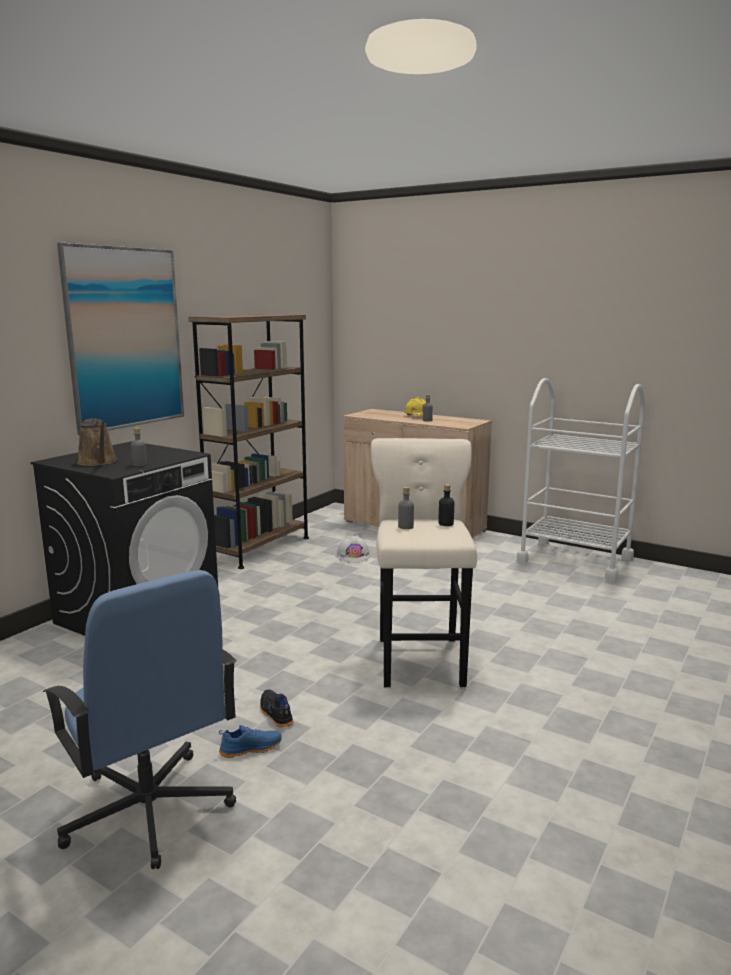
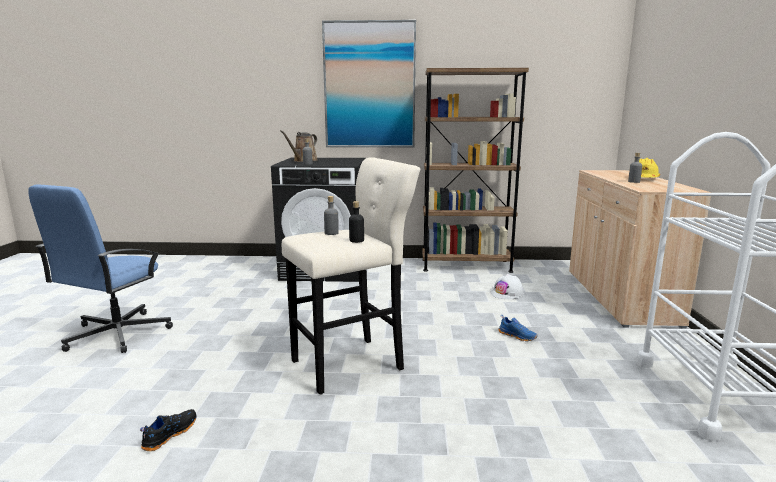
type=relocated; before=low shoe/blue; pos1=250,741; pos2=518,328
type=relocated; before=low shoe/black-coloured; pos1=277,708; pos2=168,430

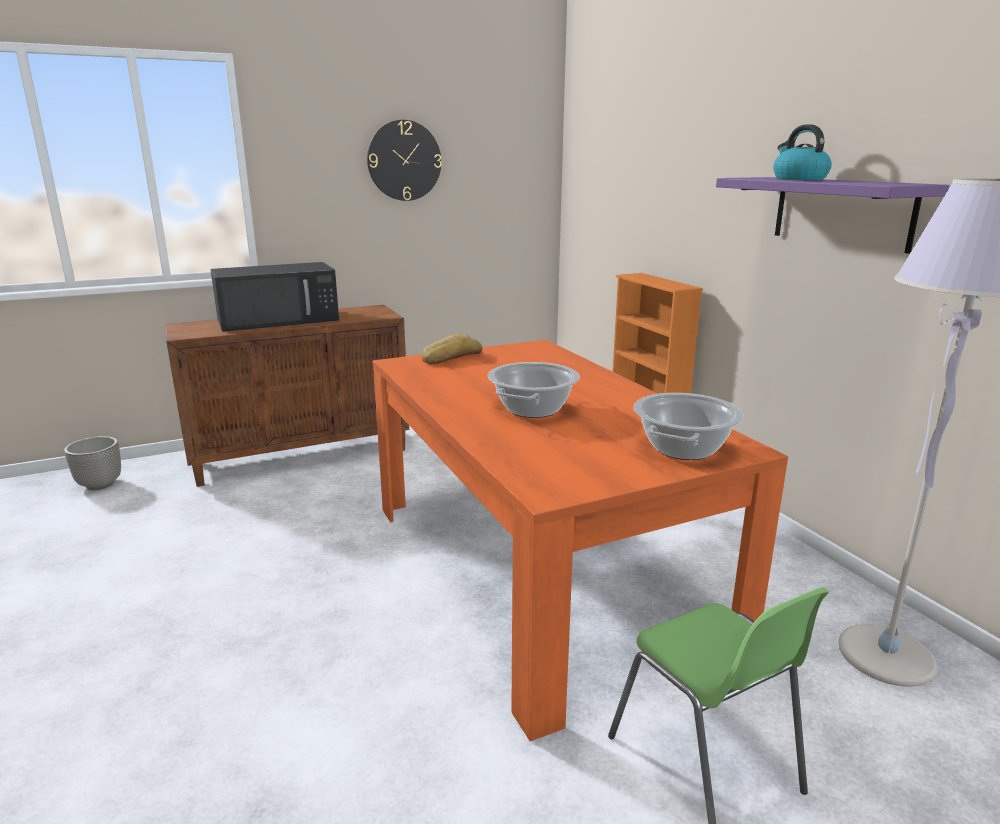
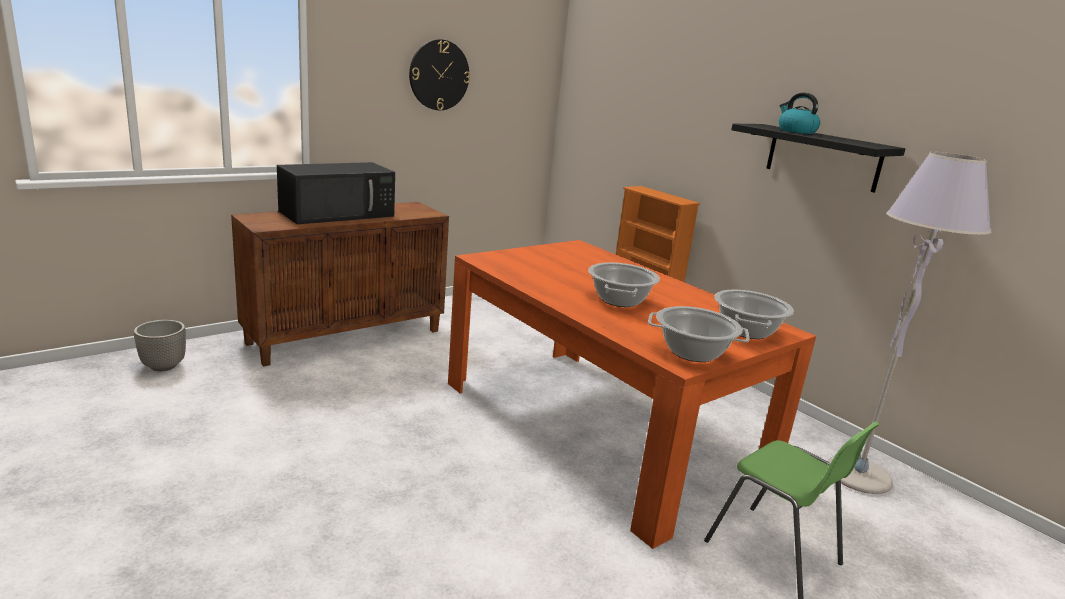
type=missing; before=bakery bread; pos1=452,349
type=appeared; after=cooking pot; pos2=698,334
type=colour; before=wall shelf/purple-coloured; after=wall shelf/black-coloured; pos1=832,215; pos2=818,158

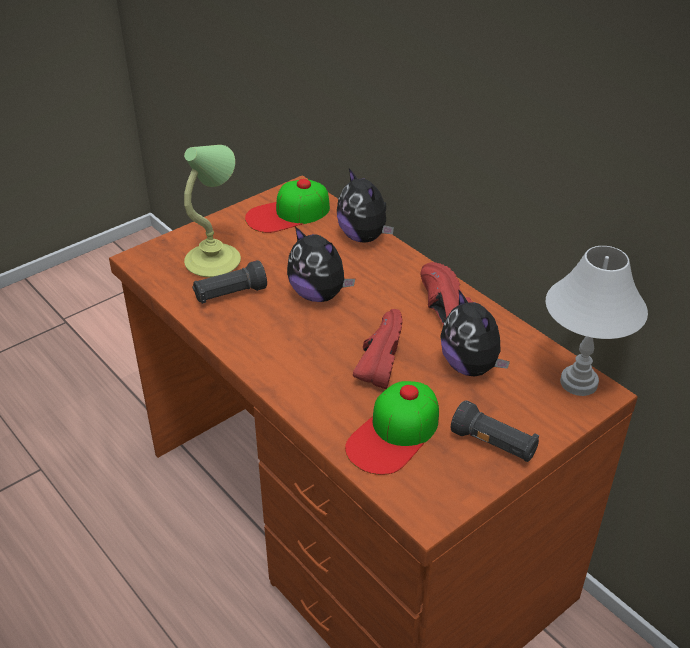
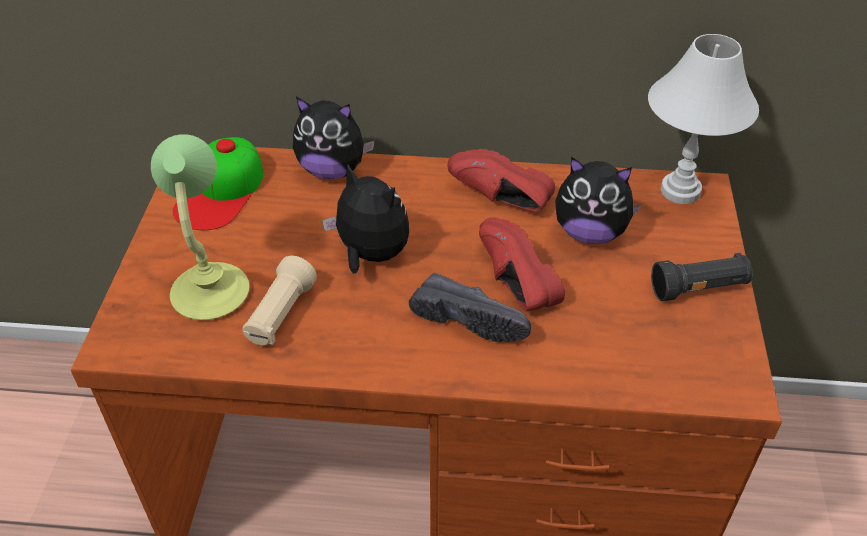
type=missing; before=baseball cap; pos1=392,428
type=appeared; after=low shoe/black-coloured; pos2=470,307
type=colour; before=hand torch/black-coloured; after=hand torch/beige-coloured; pos1=229,282; pos2=279,301
type=spun; before=plush toy; pos1=321,264; pos2=365,219; turn=-135

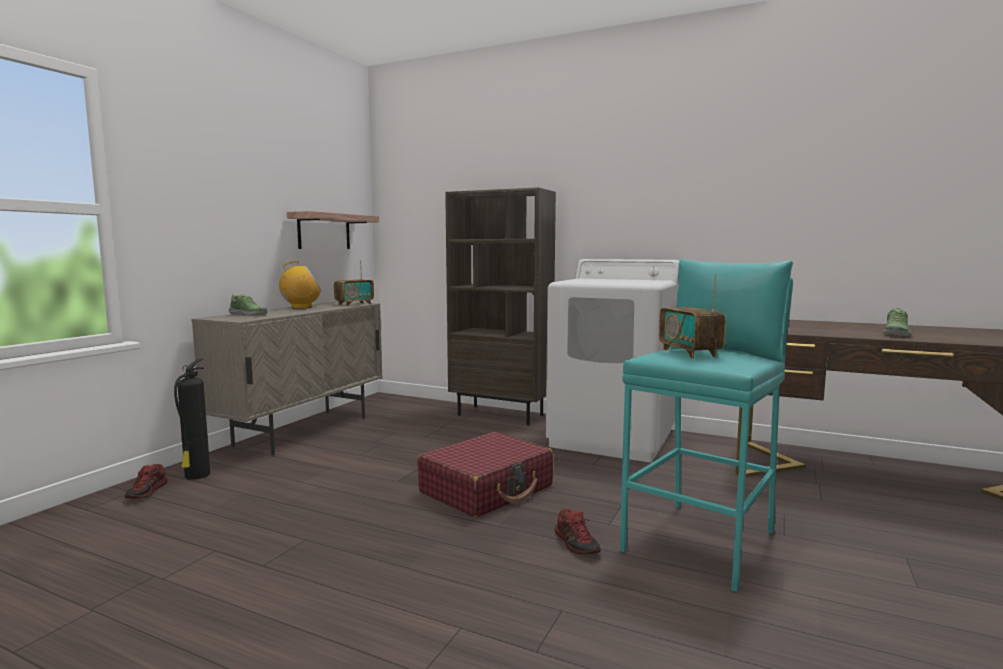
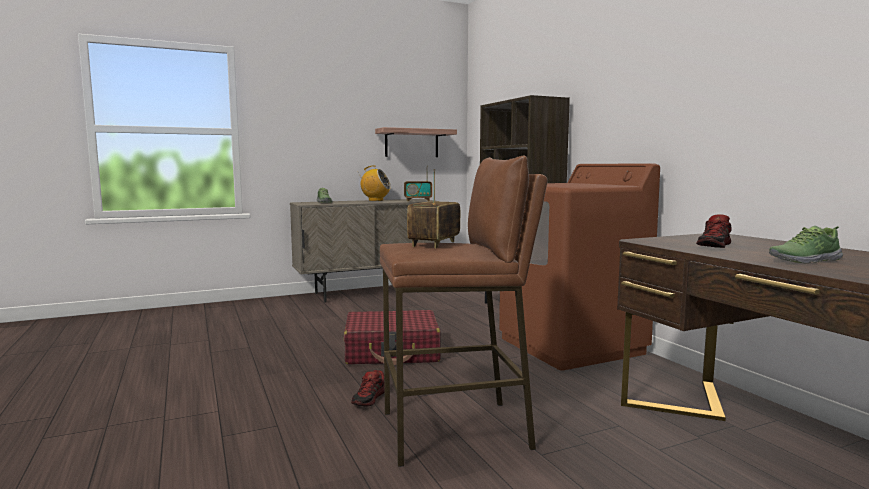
type=missing; before=fire-fighting cylinder; pos1=192,419
type=relocated; before=low shoe; pos1=146,481; pos2=714,231
type=colour; before=laundry appliance/whitish; after=laundry appliance/brownish; pos1=613,360; pos2=579,266
type=colour; before=sitting stool/blue-green; after=sitting stool/brownish; pos1=706,426; pos2=464,311

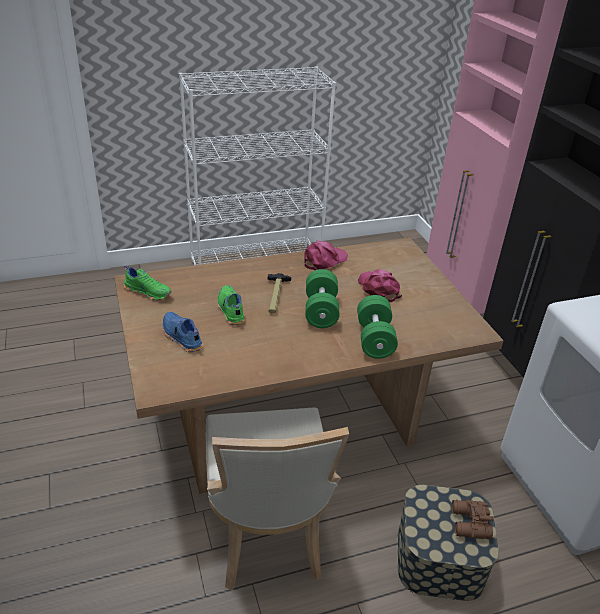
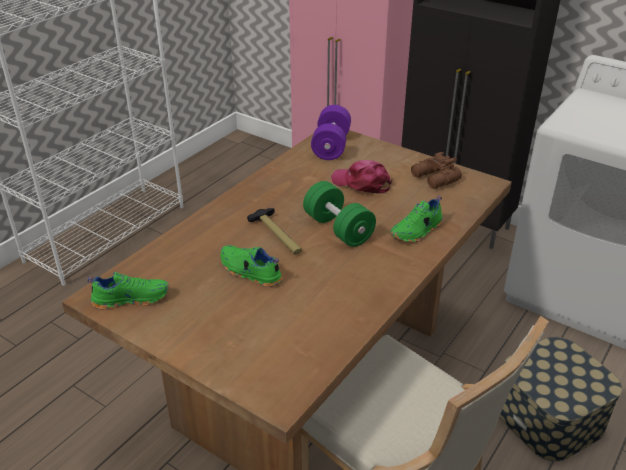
type=missing; before=low shoe/blue; pos1=183,332
type=missing; before=baseball cap/pink; pos1=326,255
type=appeared; after=free weight/purple-coloured; pos2=331,132
type=relocated; before=pair of binoculars/brownish; pos1=473,518; pos2=436,170
type=exchanged; before=free weight/green; after=low shoe/green; pos1=377,327; pos2=416,219

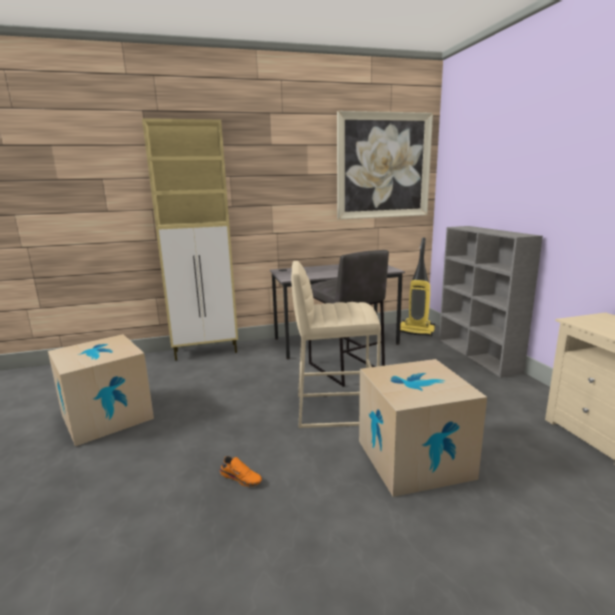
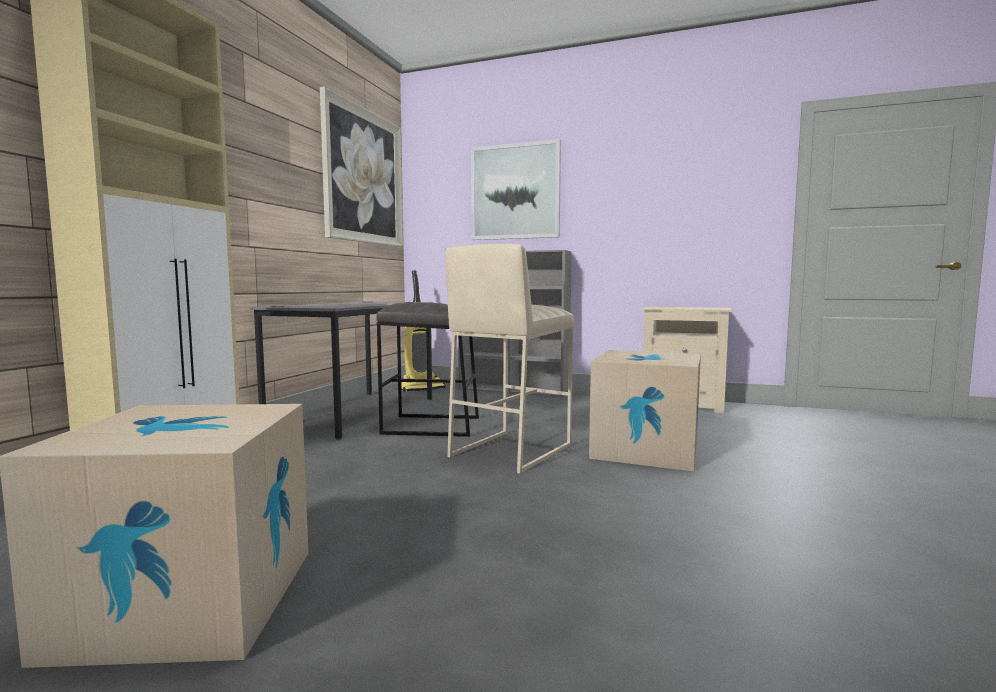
type=missing; before=low shoe/orange-coloured; pos1=241,471
type=appeared; after=wall picture; pos2=516,189

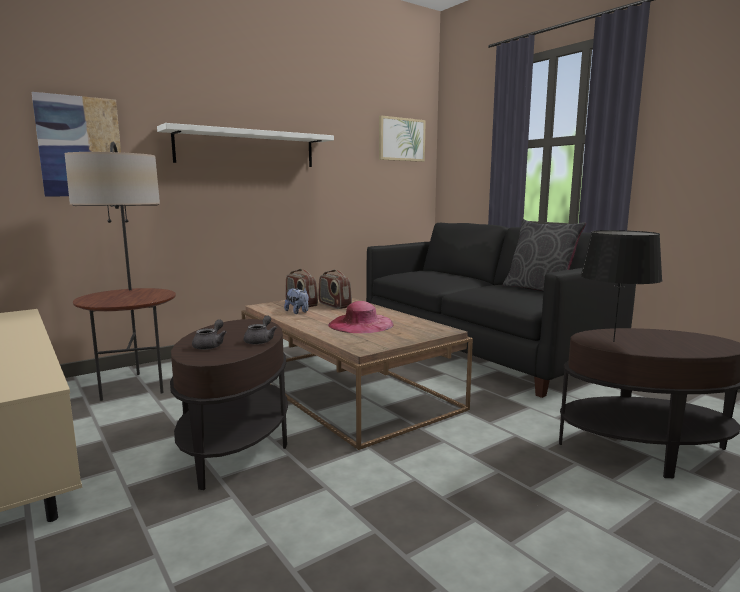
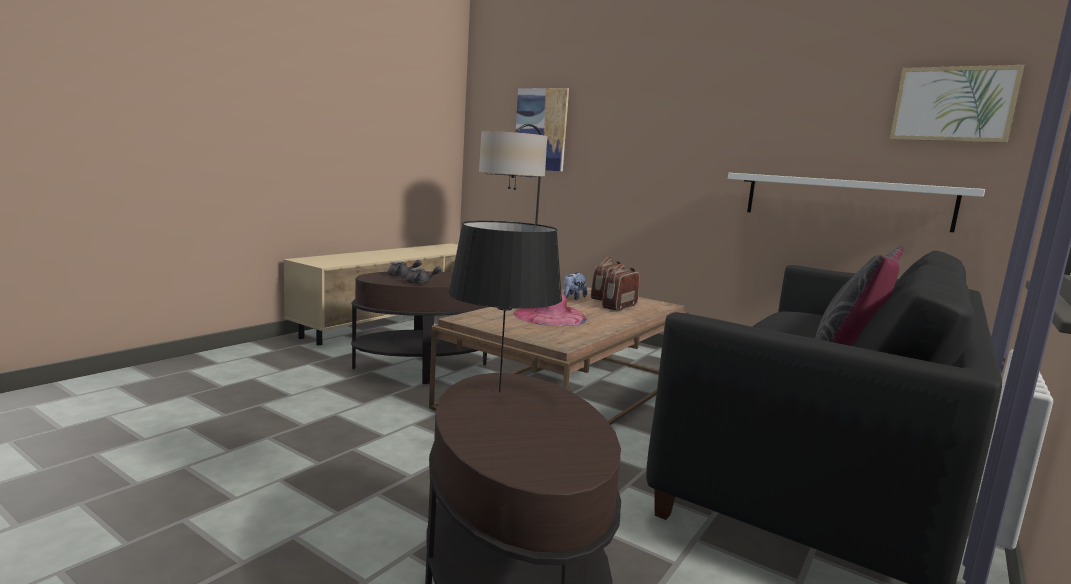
type=relocated; before=wall shelf/whitish; pos1=245,145; pos2=856,202

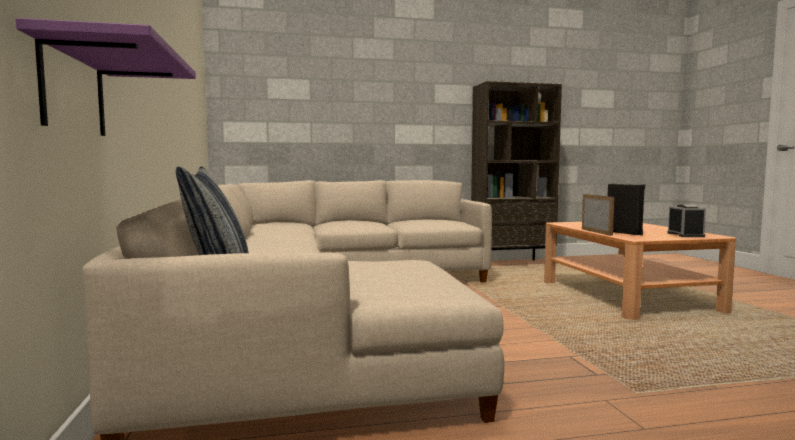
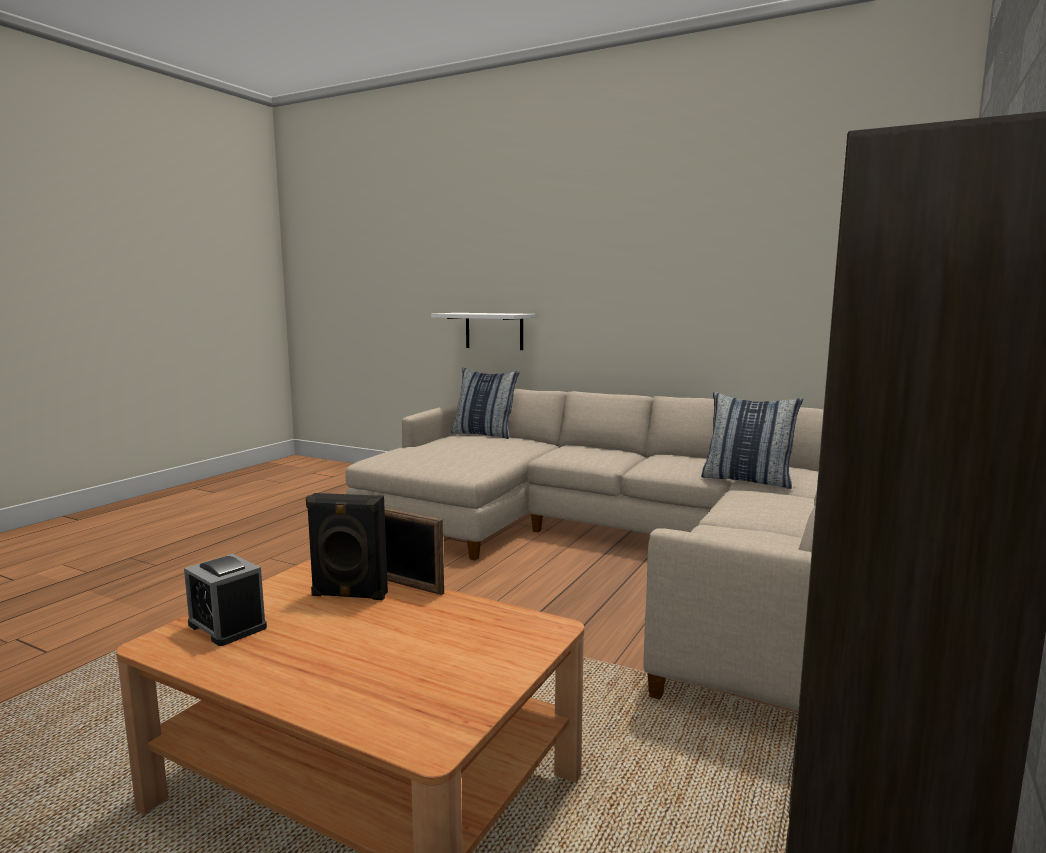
type=appeared; after=cushion; pos2=752,440
type=colour; before=wall shelf/purple-coloured; after=wall shelf/whitish; pos1=106,77; pos2=483,331

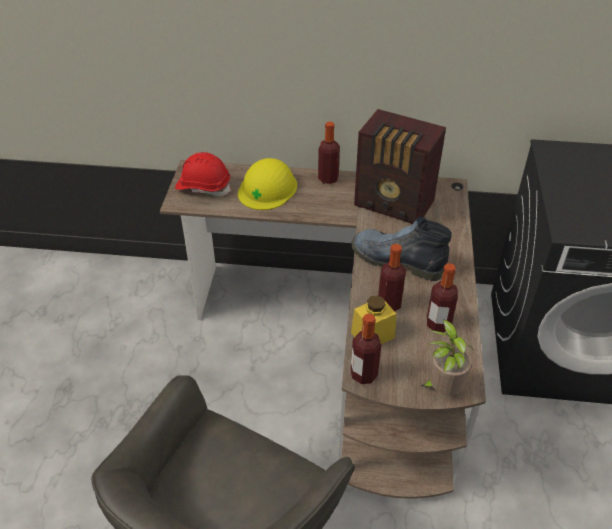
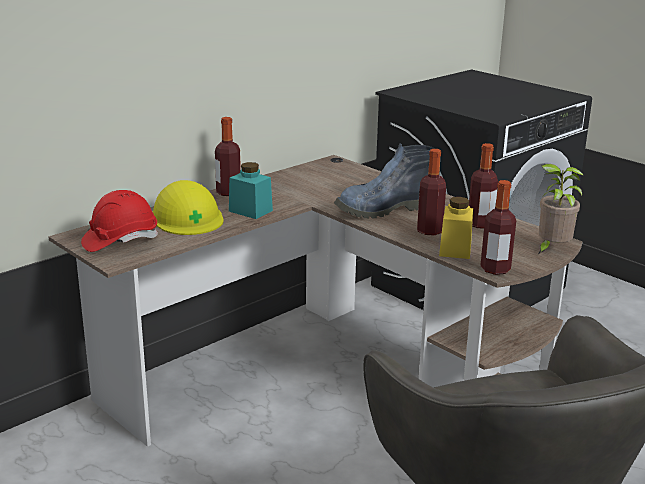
type=missing; before=radio set; pos1=400,166
type=appeared; after=storage jar/blue-green; pos2=251,190

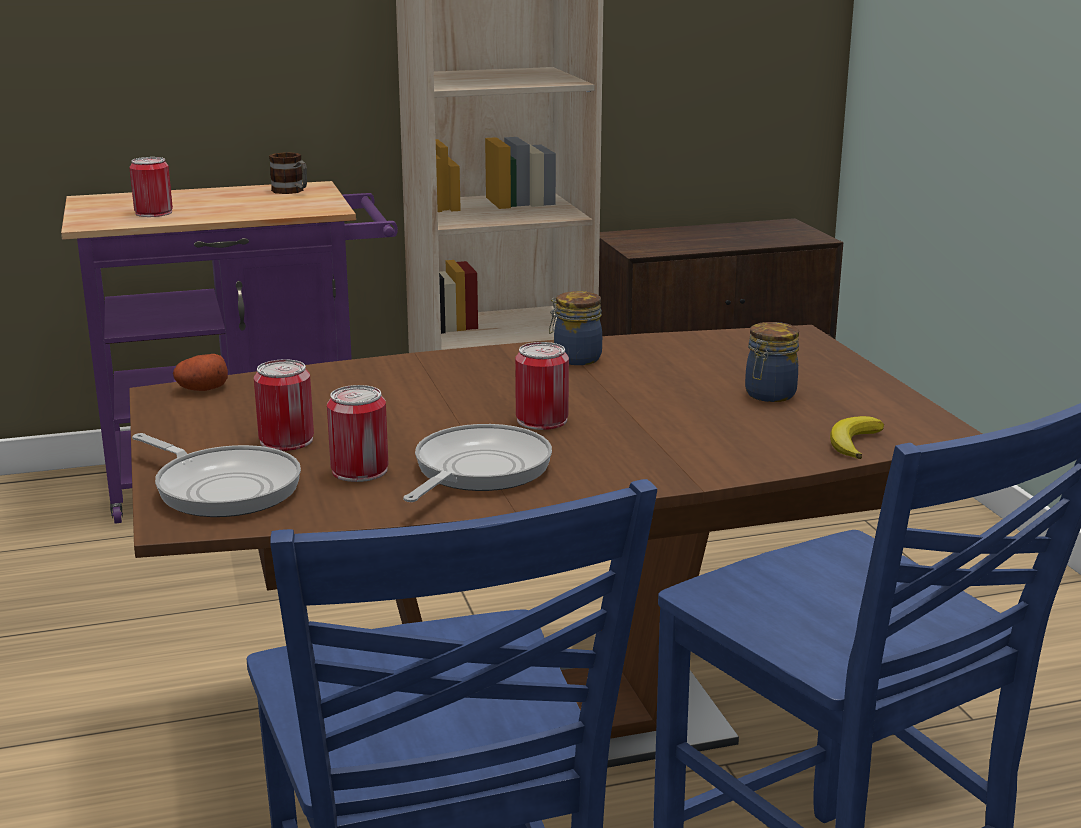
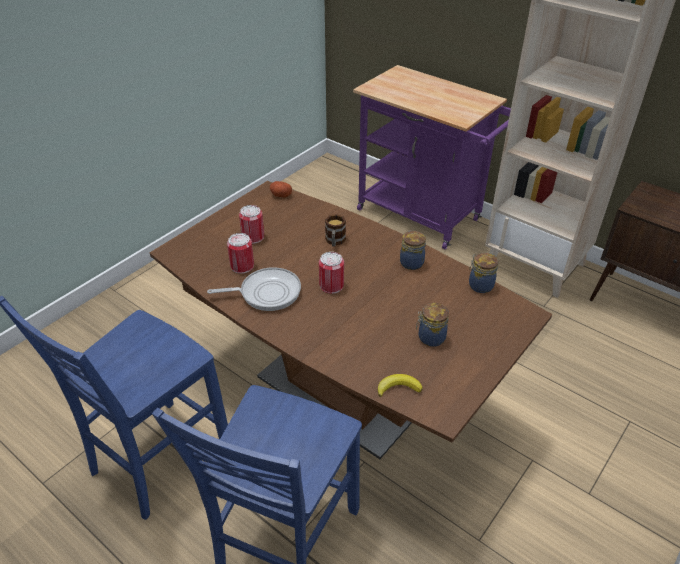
type=missing; before=metal can; pos1=151,187
type=missing; before=frying pan; pos1=216,475
type=appeared; after=storage jar; pos2=483,273
type=relocated; before=mug; pos1=288,173; pos2=335,230

